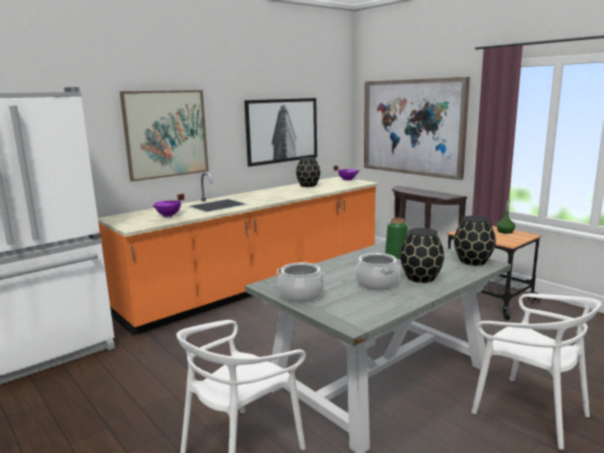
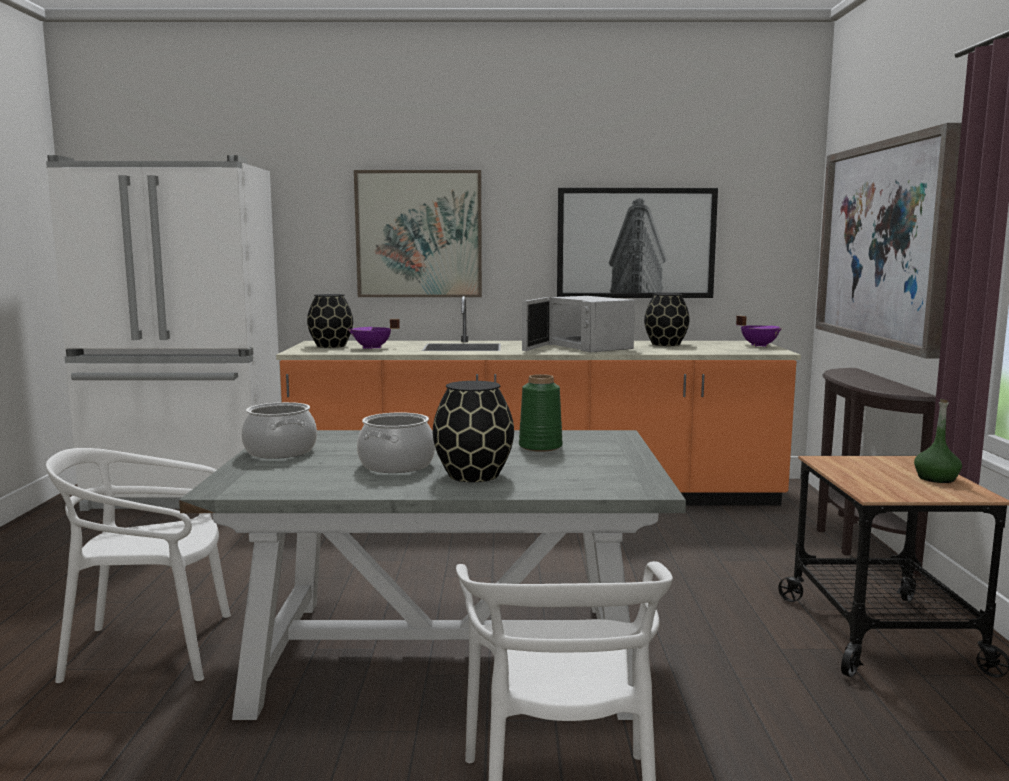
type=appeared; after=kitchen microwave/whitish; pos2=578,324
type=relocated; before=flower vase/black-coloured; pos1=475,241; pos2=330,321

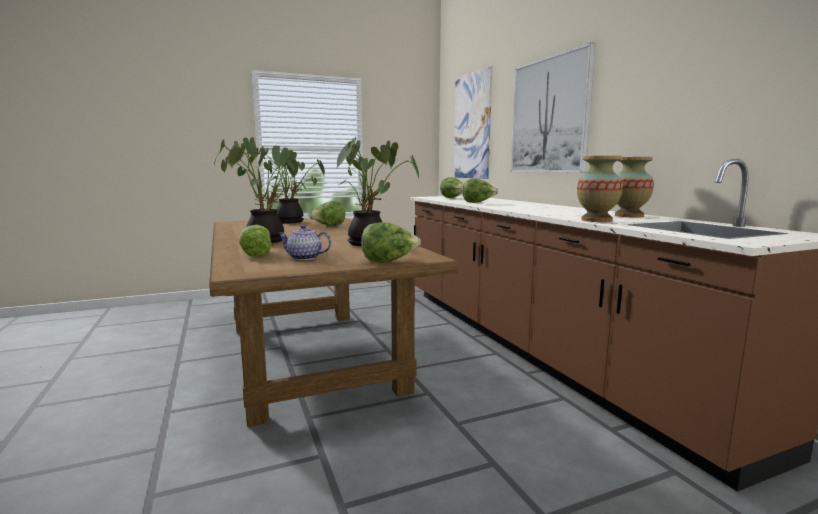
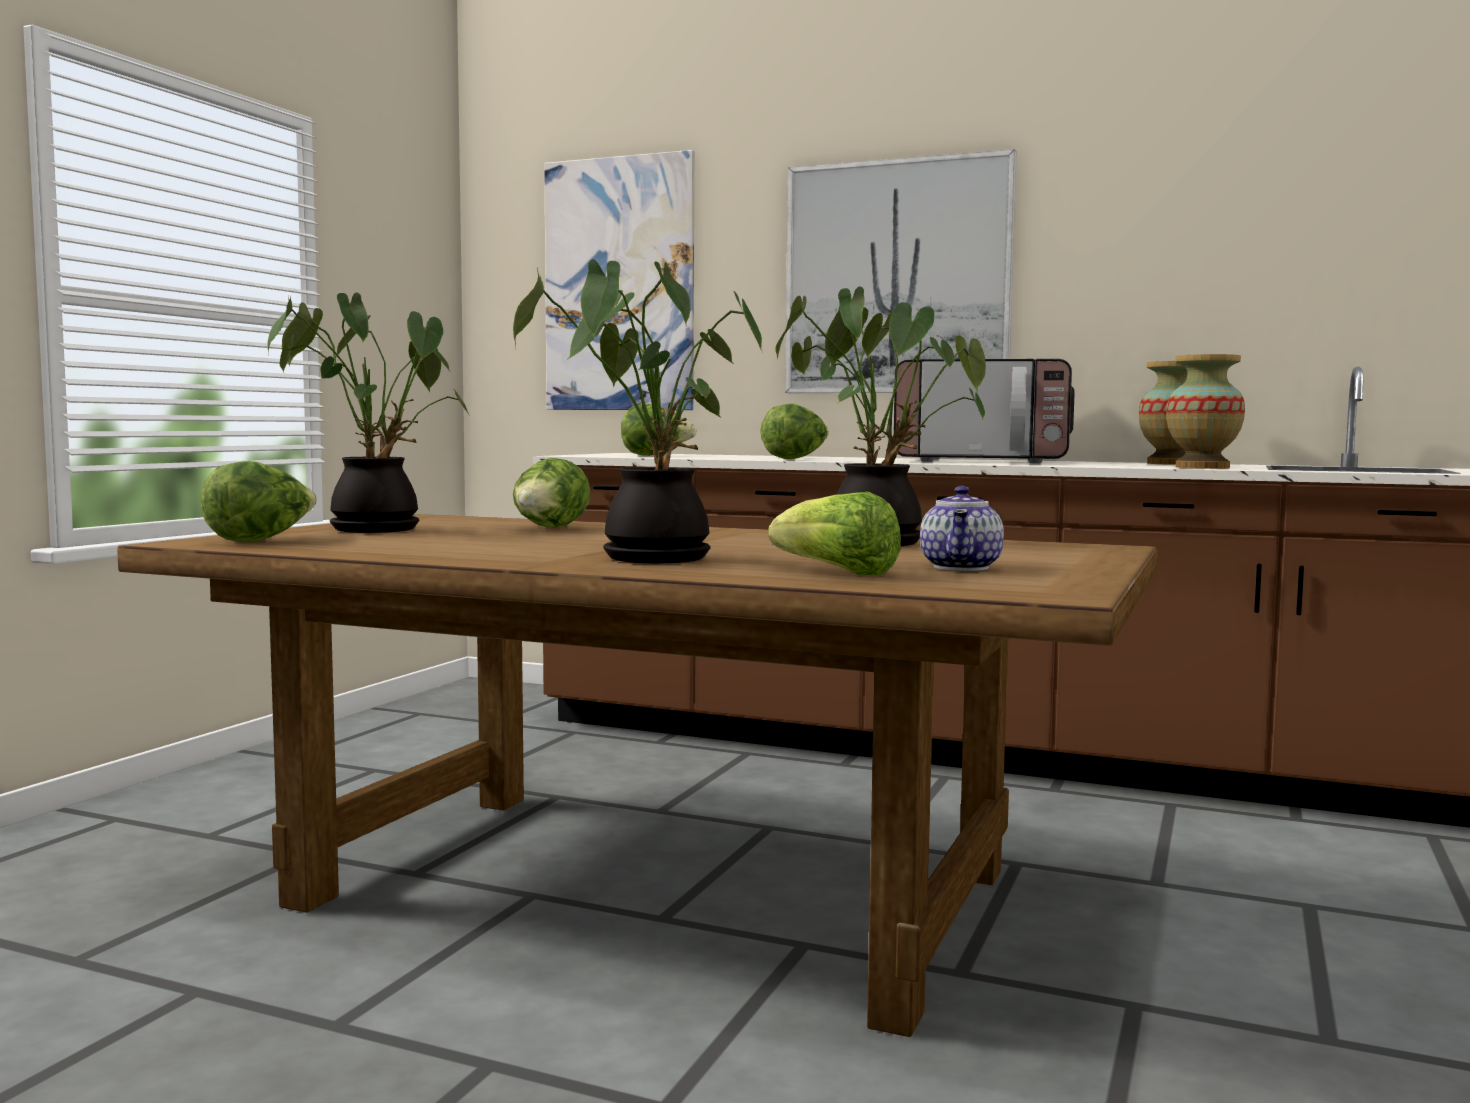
type=appeared; after=kitchen microwave; pos2=984,411
type=relocated; before=head of lettuce; pos1=391,242; pos2=258,501
type=spun; before=teapot; pos1=304,242; pos2=962,528; turn=-45

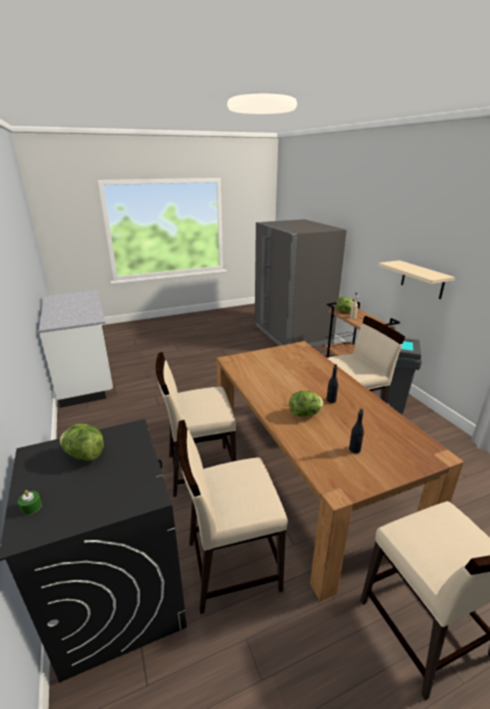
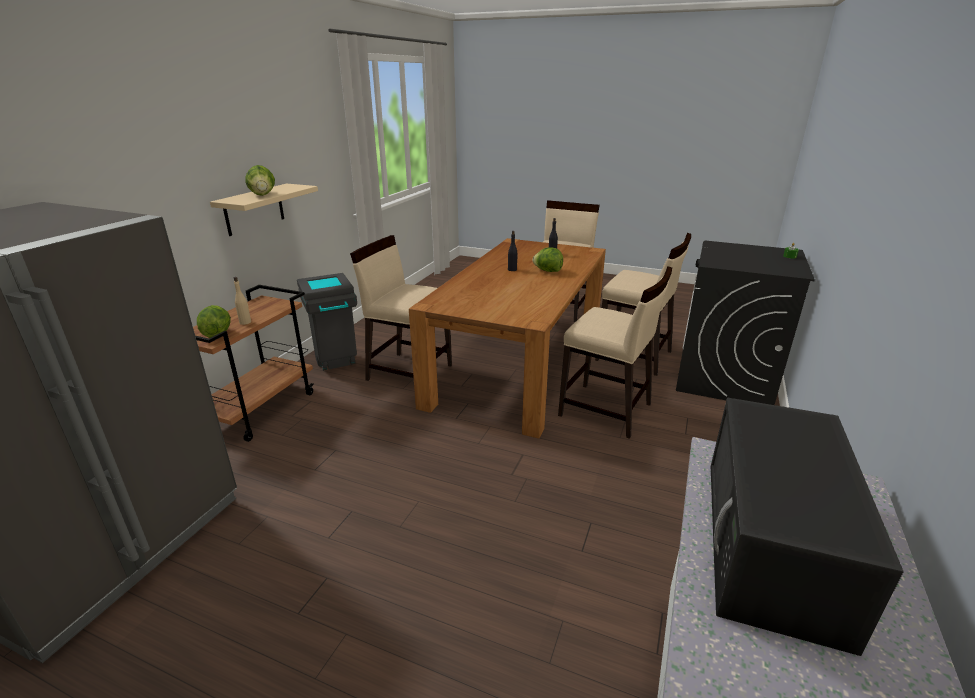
type=appeared; after=kitchen microwave/black-coloured; pos2=807,527
type=relocated; before=head of lettuce; pos1=82,442; pos2=260,180

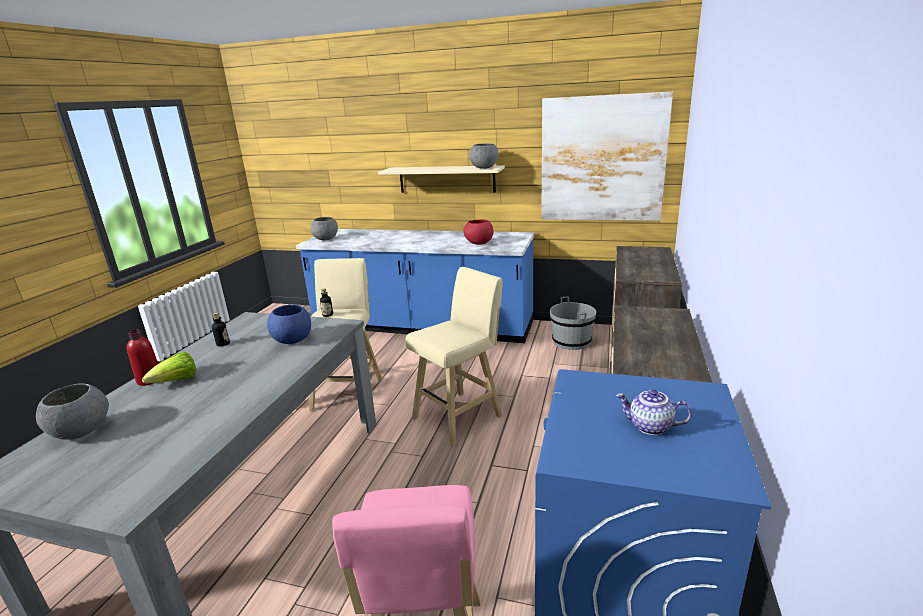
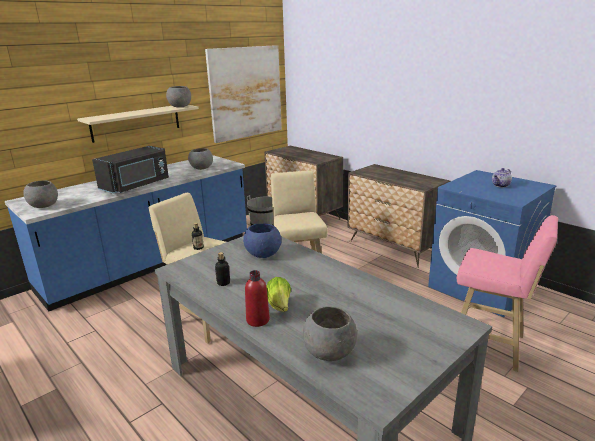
type=appeared; after=kitchen microwave/black-coloured; pos2=130,170
type=colour; before=deep dish/red; after=deep dish/greyish; pos1=479,232; pos2=200,159

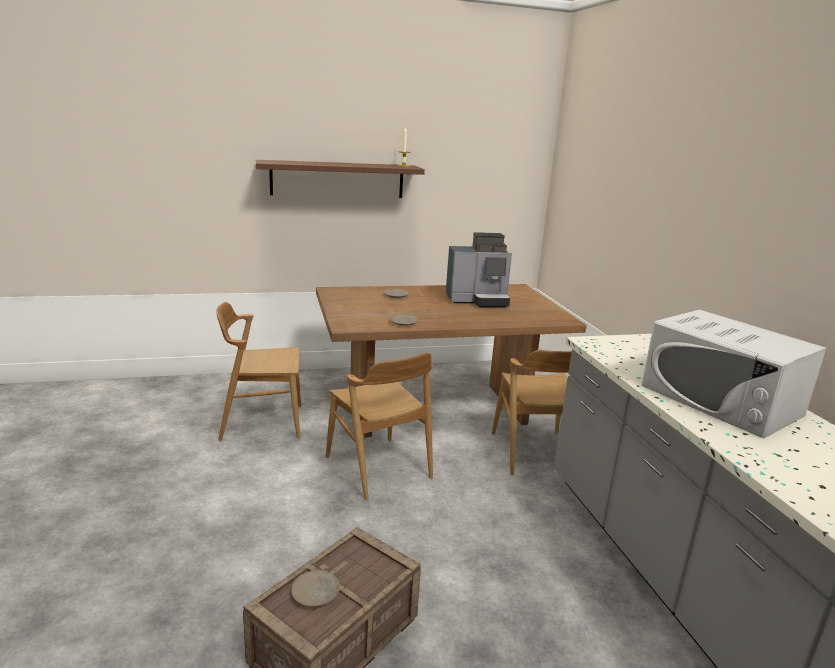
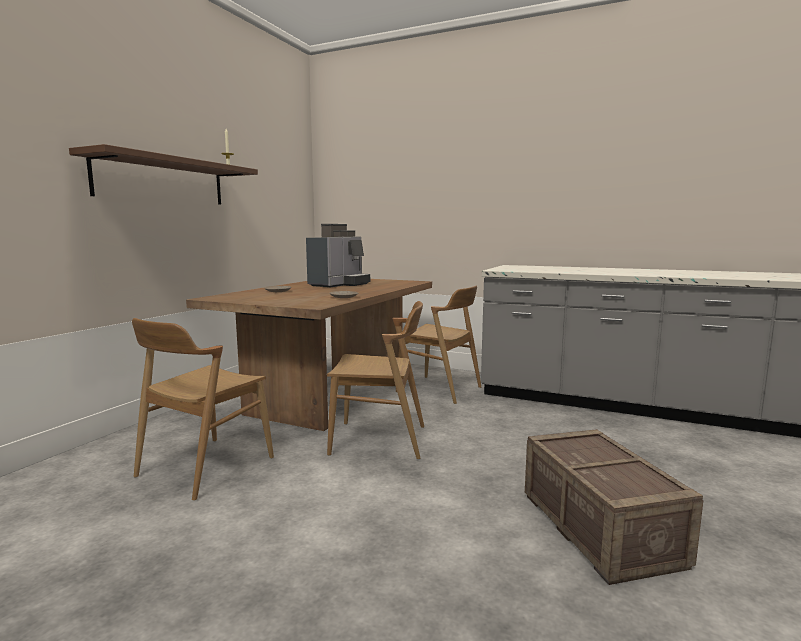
type=missing; before=flat dish/beige-coloured; pos1=315,588
type=missing; before=kitchen microwave/whitish; pos1=733,374

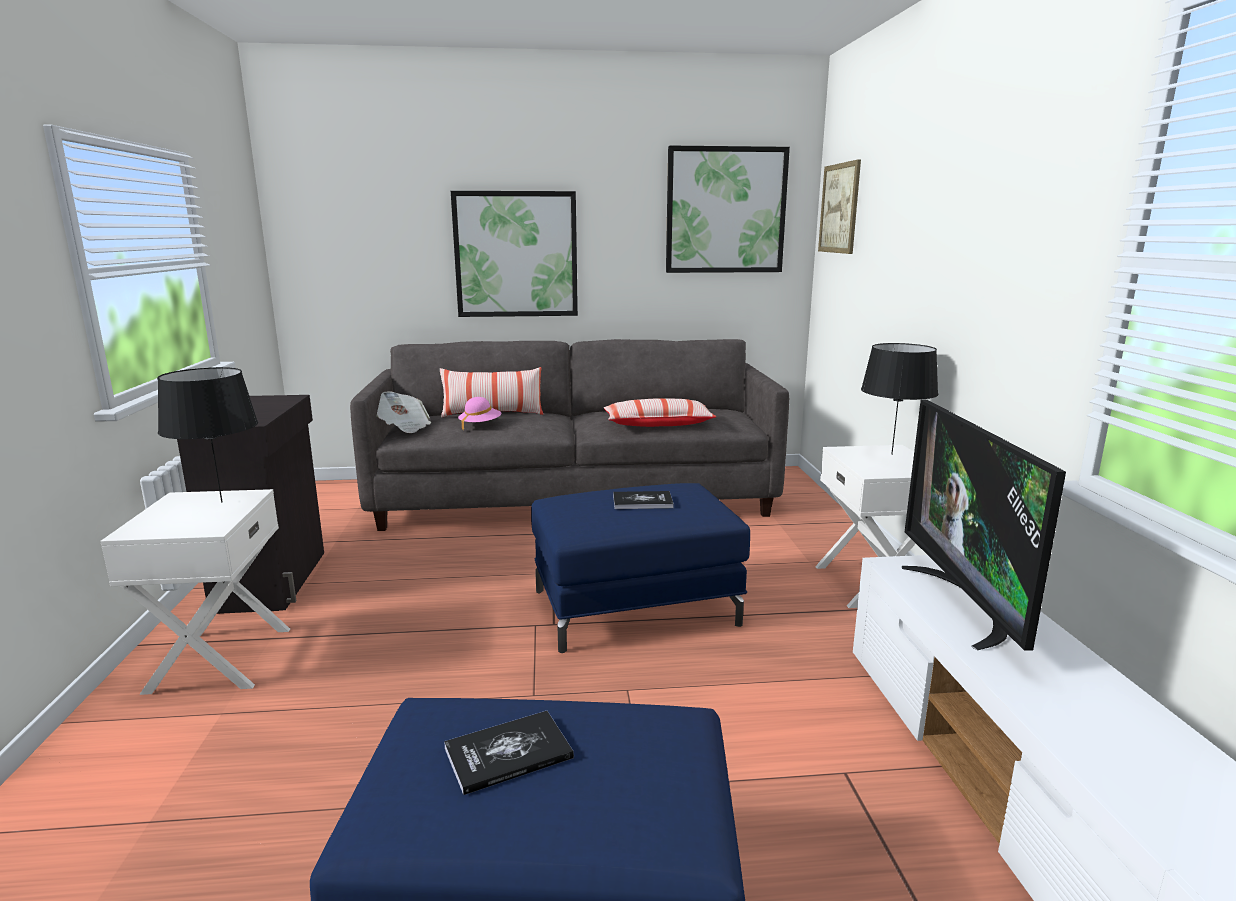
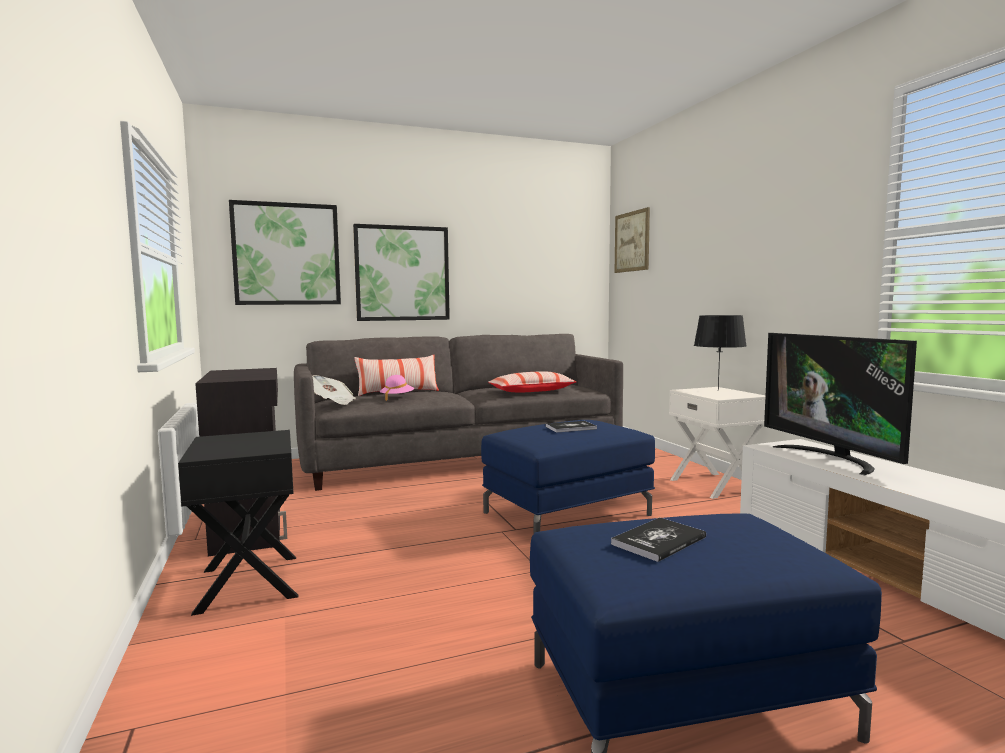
type=missing; before=tabletop lamp/black-coloured; pos1=207,435
type=relocated; before=wall picture; pos1=728,209; pos2=285,252
type=colour; before=bedside table/whitish; after=bedside table/black-coloured; pos1=195,592; pos2=238,523

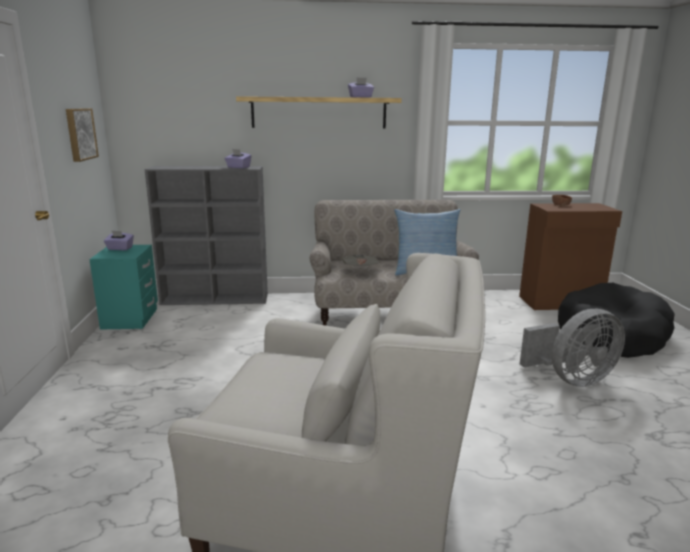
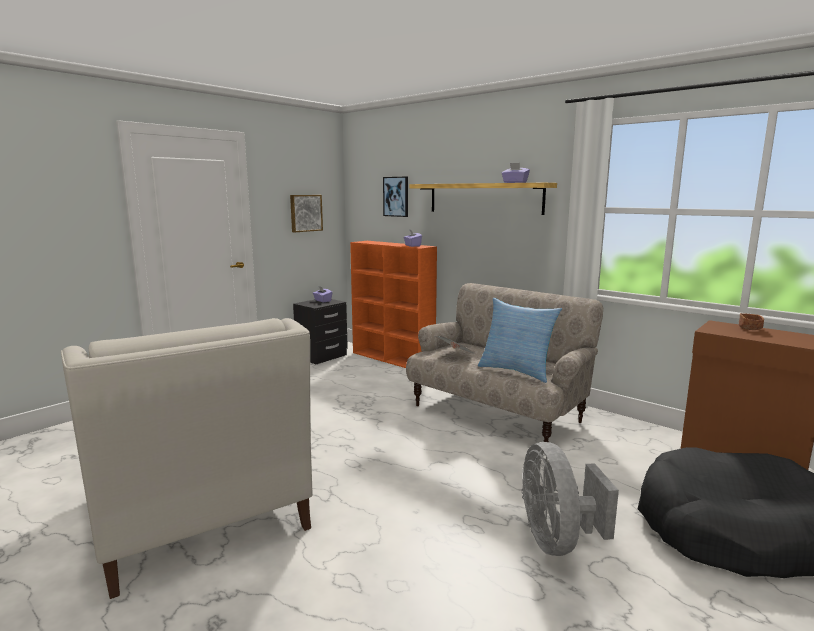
type=appeared; after=wall picture; pos2=395,197
type=colour; before=bedside table/blue-green; after=bedside table/black-coloured; pos1=123,287; pos2=320,331
type=colour; before=shelving unit/greyish; after=shelving unit/orange-coloured; pos1=206,235; pos2=393,304
type=spun; before=electric fan/greyish; pos1=572,348; pos2=570,499; turn=60

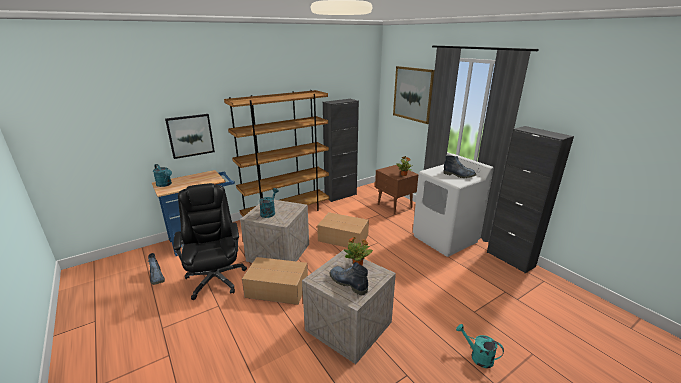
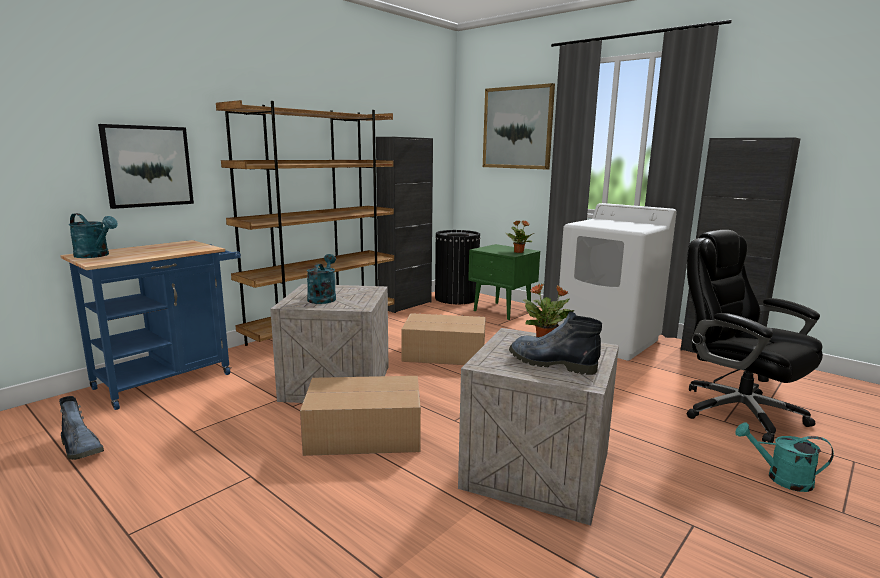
type=missing; before=tall boot; pos1=459,166
type=appeared; after=rubbish bin/black-coloured; pos2=458,267
type=relocated; before=computer chair/black-coloured; pos1=210,241; pos2=755,336
type=colour; before=bedside table/brownish; after=bedside table/green; pos1=397,190; pos2=504,282

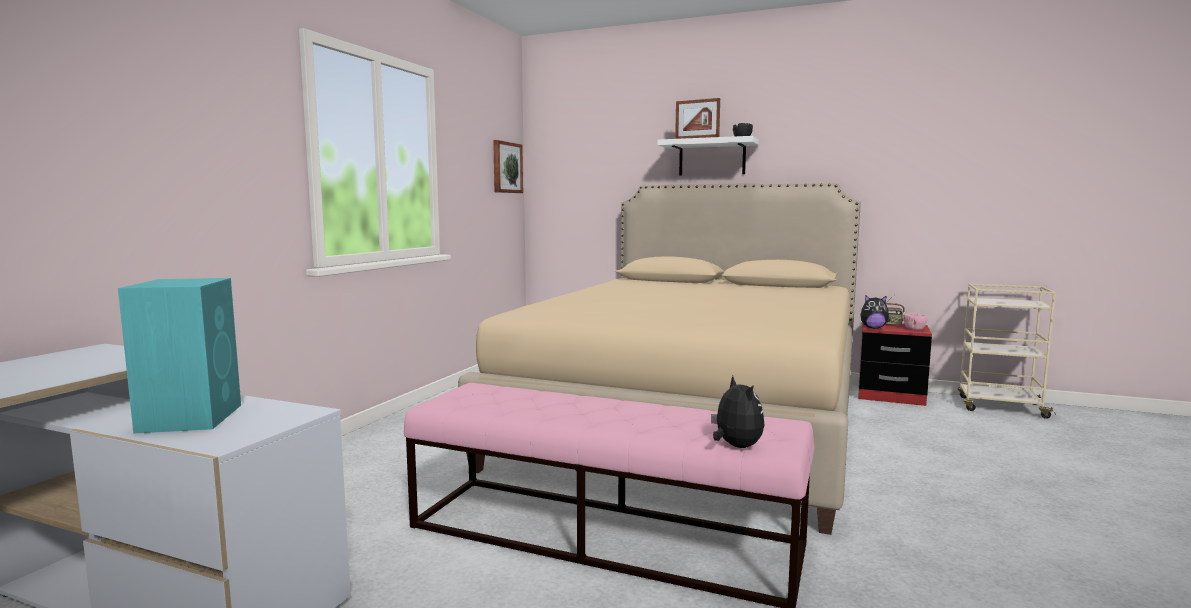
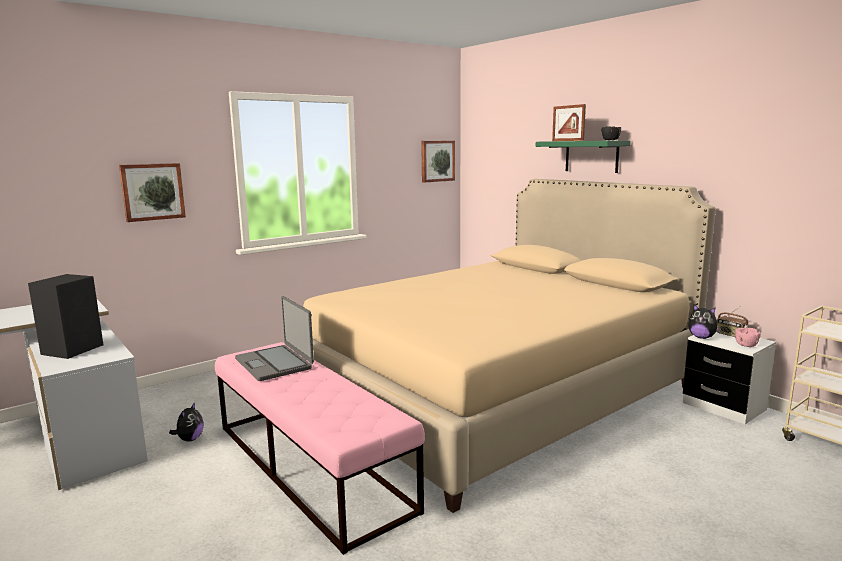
type=appeared; after=wall picture; pos2=152,192
type=appeared; after=portable computer; pos2=274,338
type=relocated; before=plush toy; pos1=737,412; pos2=186,422
type=colour; before=speaker/blue-green; after=speaker/black-coloured; pos1=179,356; pos2=65,316
type=colour; before=wall shelf/whitish; after=wall shelf/green; pos1=708,156; pos2=583,156
type=colour; before=bedside table/red; after=bedside table/whitish; pos1=895,365; pos2=729,378

